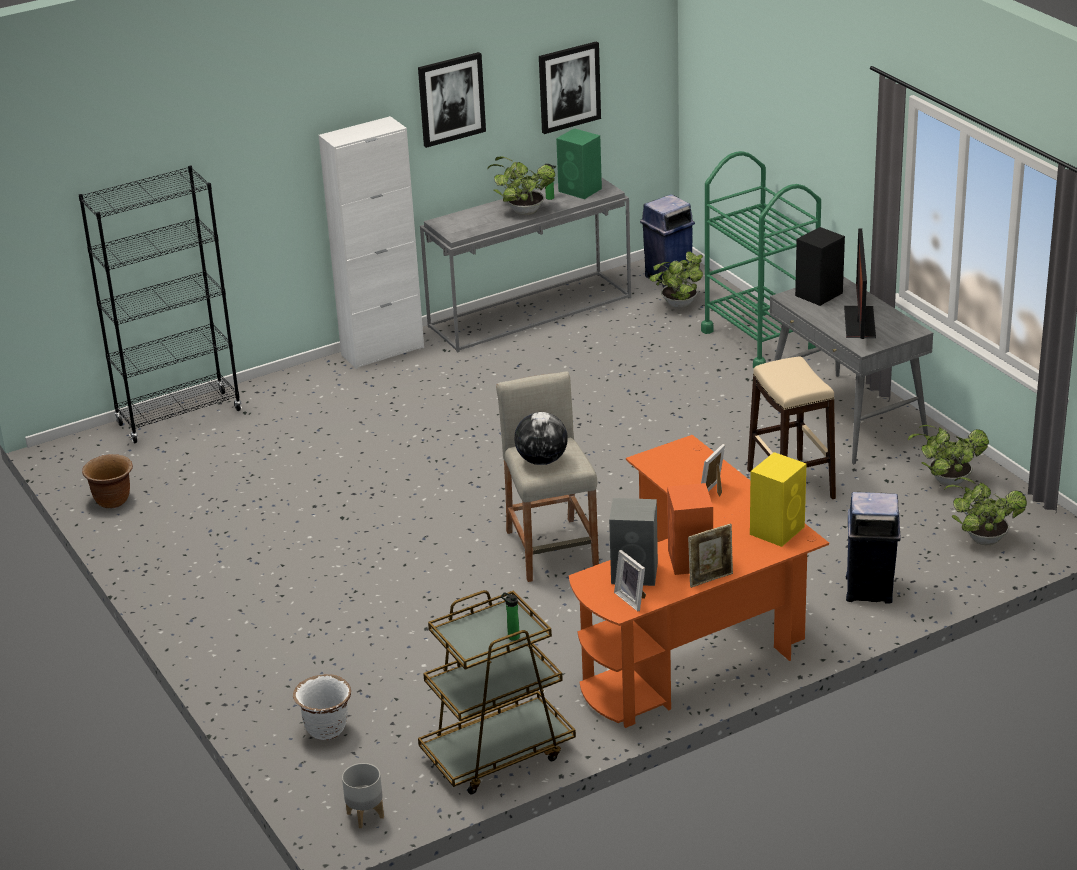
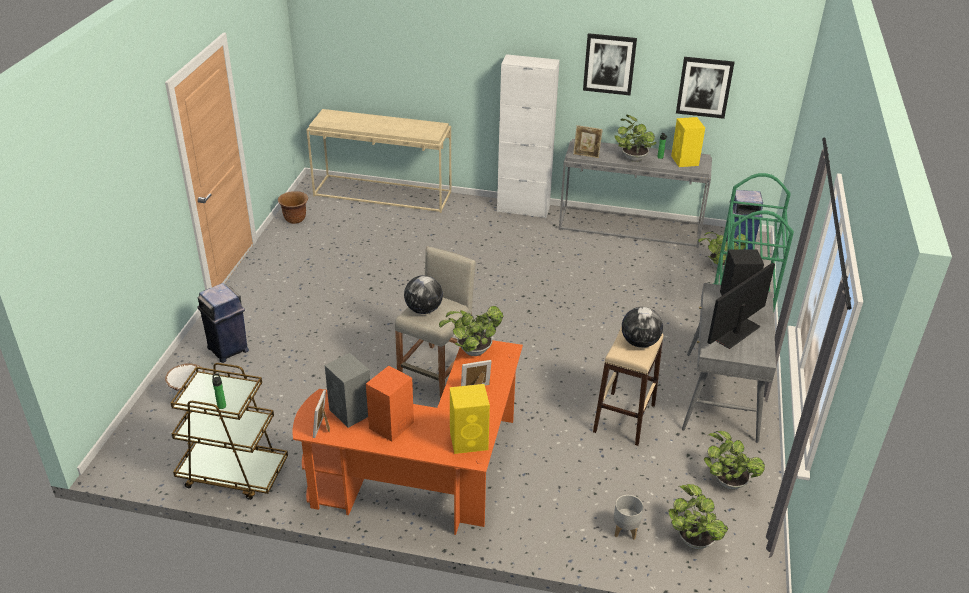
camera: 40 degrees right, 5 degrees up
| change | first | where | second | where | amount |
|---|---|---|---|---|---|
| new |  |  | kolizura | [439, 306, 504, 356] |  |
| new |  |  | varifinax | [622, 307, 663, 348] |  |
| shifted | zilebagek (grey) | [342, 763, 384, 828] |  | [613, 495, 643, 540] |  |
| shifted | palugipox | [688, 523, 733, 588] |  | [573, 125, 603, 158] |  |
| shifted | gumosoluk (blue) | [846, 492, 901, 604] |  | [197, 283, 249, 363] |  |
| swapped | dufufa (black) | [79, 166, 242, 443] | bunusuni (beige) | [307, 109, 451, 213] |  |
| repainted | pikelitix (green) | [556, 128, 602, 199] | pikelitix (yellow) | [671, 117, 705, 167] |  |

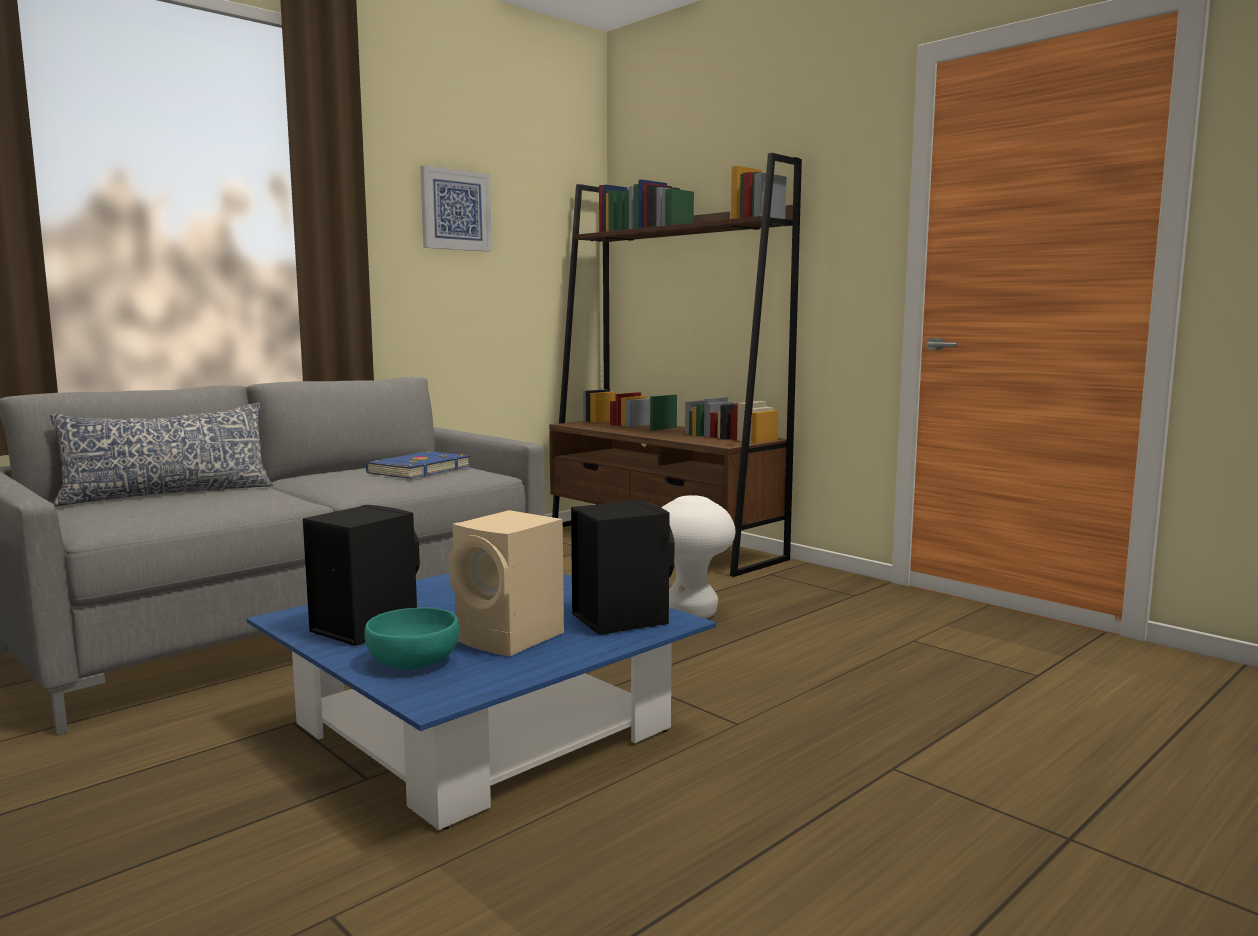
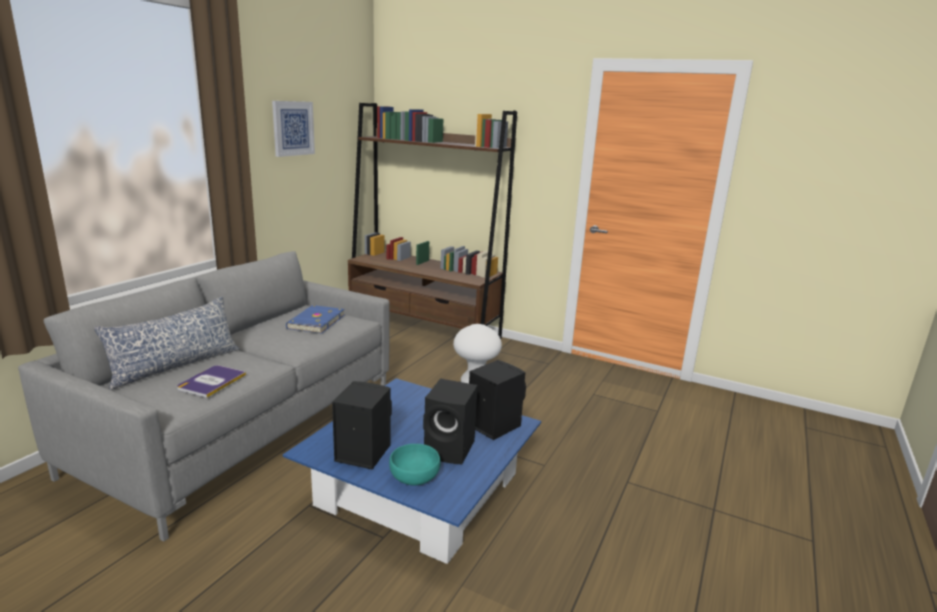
camera: 20 degrees left, 10 degrees up
| change | first | where | second | where | amount |
|---|---|---|---|---|---|
| new |  |  | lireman | [177, 365, 246, 398] |  |
| repainted | pikelitix (beige) | [449, 510, 564, 656] | pikelitix (black) | [423, 378, 478, 464] |  |

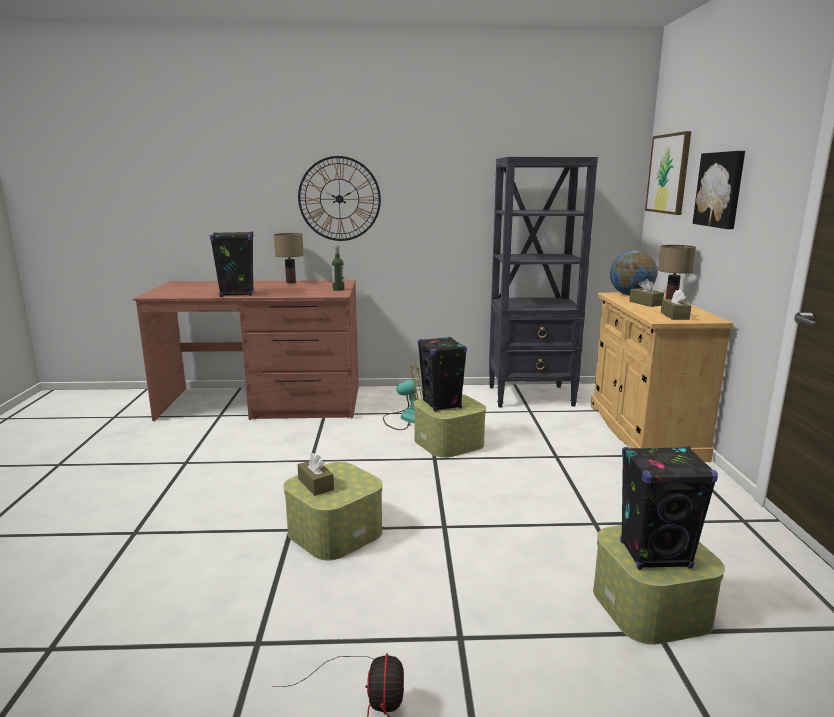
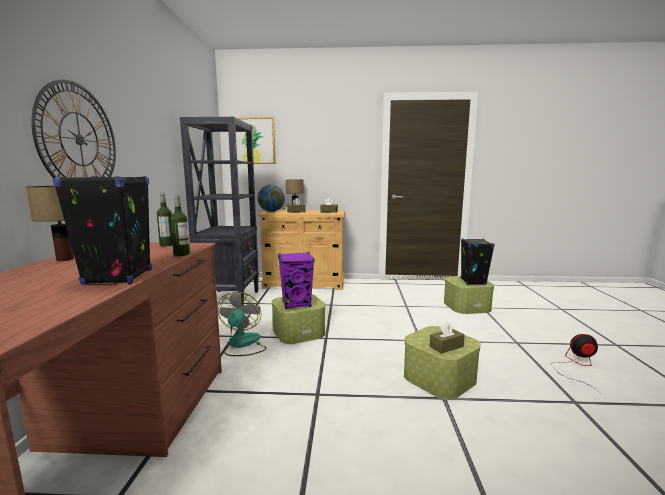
camera: 85 degrees left, 5 degrees down
| change | first | where | second | where | amount |
|---|---|---|---|---|---|
| gone | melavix | [693, 151, 745, 229] |  |  |  |
| new |  |  | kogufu | [170, 195, 190, 256] |  |
| repainted | pikelitix (black) | [418, 337, 467, 411] | pikelitix (purple) | [278, 252, 315, 309] |  |

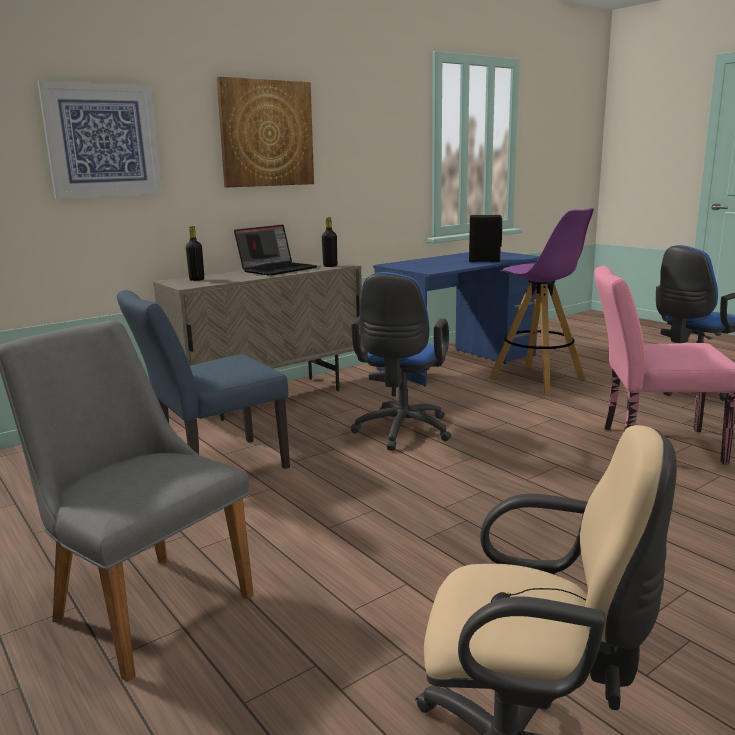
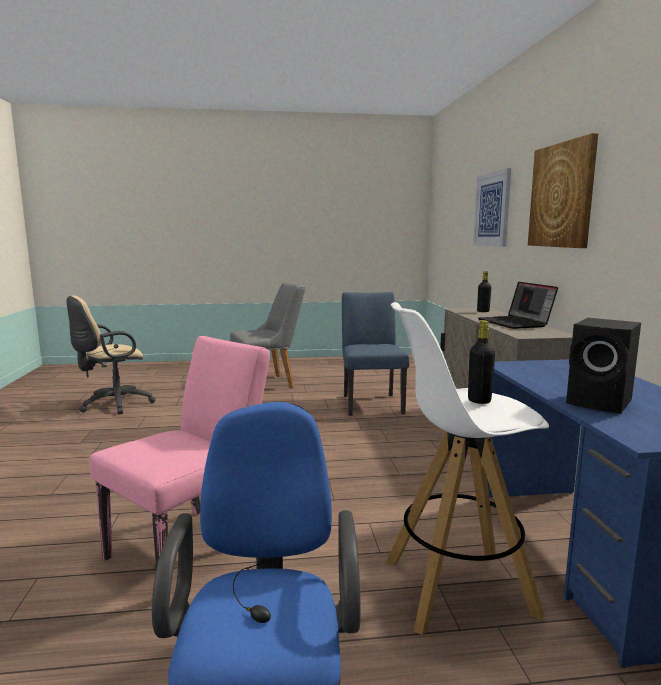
camera: 120 degrees right, 5 degrees down
| change | first | where | second | where | amount |
|---|---|---|---|---|---|
| gone | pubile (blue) | [351, 272, 452, 451] |  |  |  |
| shifted | kogufu (black) | [322, 217, 337, 267] |  | [468, 320, 495, 404] |  |
| repainted | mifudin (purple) | [490, 208, 594, 394] | mifudin (white) | [385, 302, 549, 635] |  |

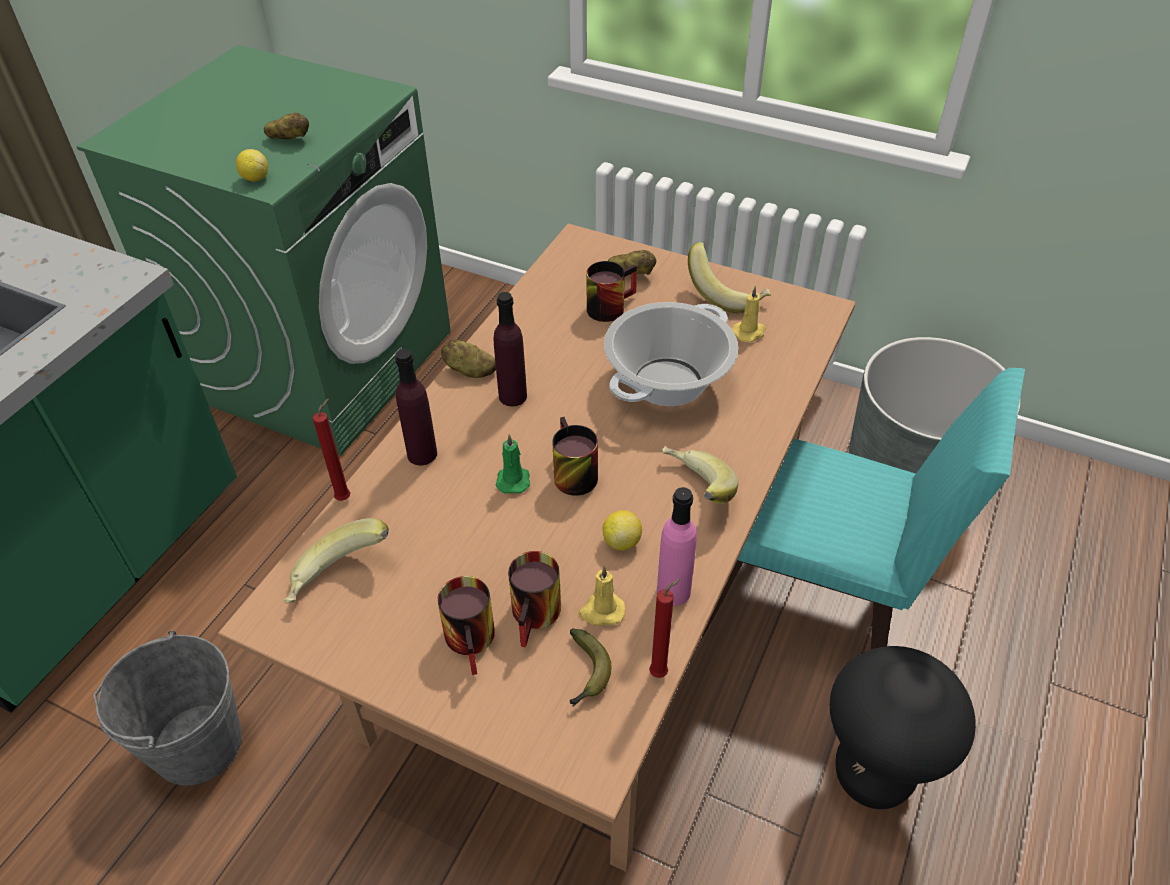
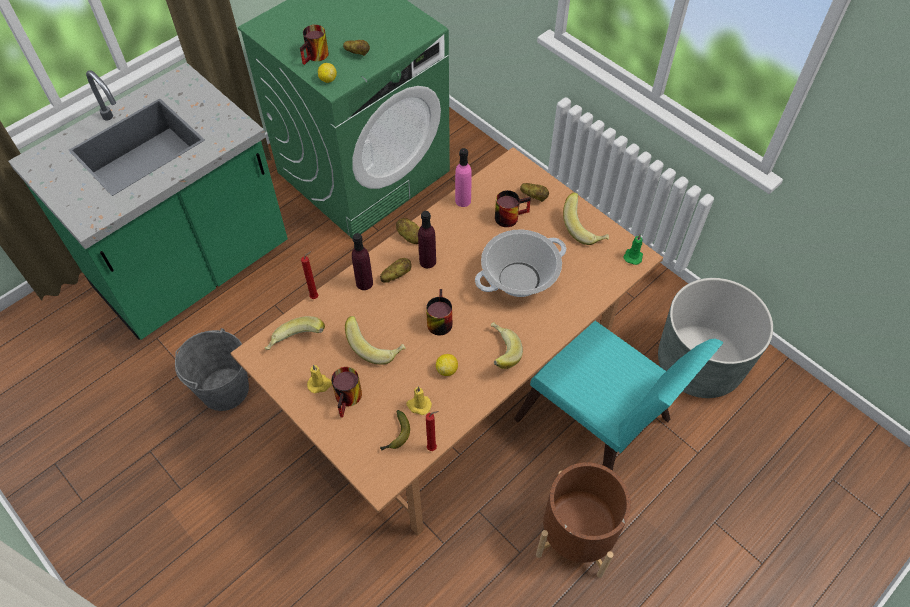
camera: 20 degrees right, 10 degrees up
| change | first | where | second | where | amount |
|---|---|---|---|---|---|
| new |  |  | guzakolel | [345, 316, 406, 365] |  |
| new |  |  | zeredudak | [380, 258, 412, 283] |  |
| shifted | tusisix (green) | [496, 434, 530, 493] |  | [623, 235, 643, 265] |  |
| shifted | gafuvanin | [508, 551, 561, 648] |  | [300, 25, 329, 65] |  |
| shifted | kogufu (pink) | [657, 487, 697, 606] |  | [455, 148, 472, 207] |  |
| shifted | tusisix (yellow) | [732, 286, 766, 342] |  | [307, 365, 332, 393] |  |
| swapped | mifudin (black) | [830, 646, 976, 809] | zilebagek (brown) | [536, 462, 631, 578] |  |

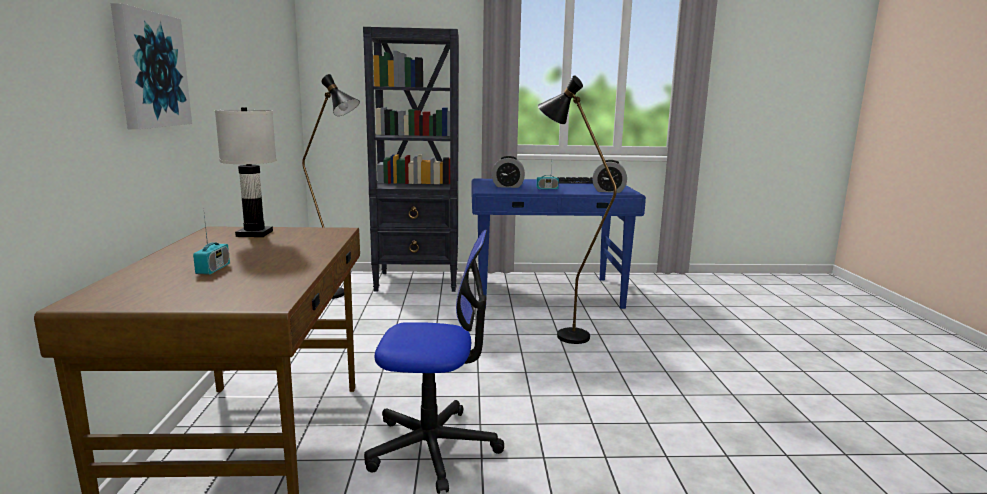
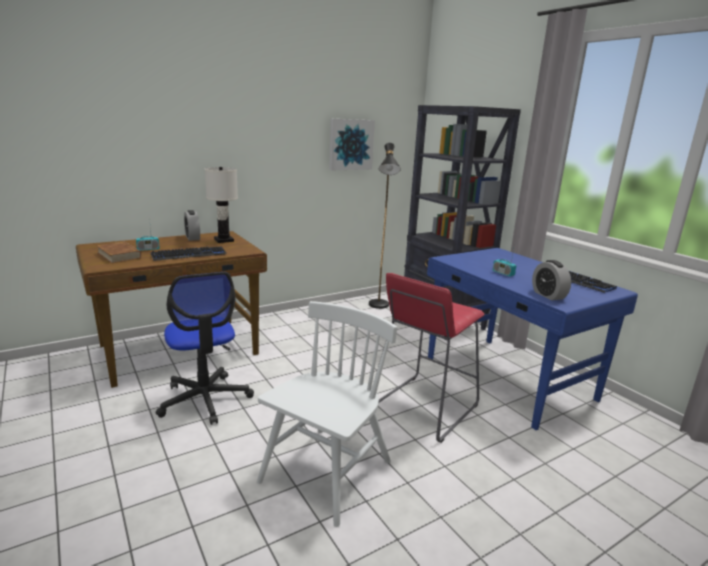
camera: 60 degrees right, 5 degrees up
| change | first | where | second | where | amount |
|---|---|---|---|---|---|
| new |  |  | lireman (brown) | [96, 242, 141, 263] |  |
| new |  |  | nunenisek | [151, 246, 227, 261] |  |
| new |  |  | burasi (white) | [257, 301, 397, 527] |  |
| shifted | melavix | [111, 3, 192, 129] |  | [329, 119, 375, 170] |  |
| shifted | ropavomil | [492, 156, 525, 188] |  | [184, 210, 200, 241] |  |
| swapped | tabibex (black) | [538, 75, 617, 344] | mifudin (red) | [375, 273, 484, 443] |  |

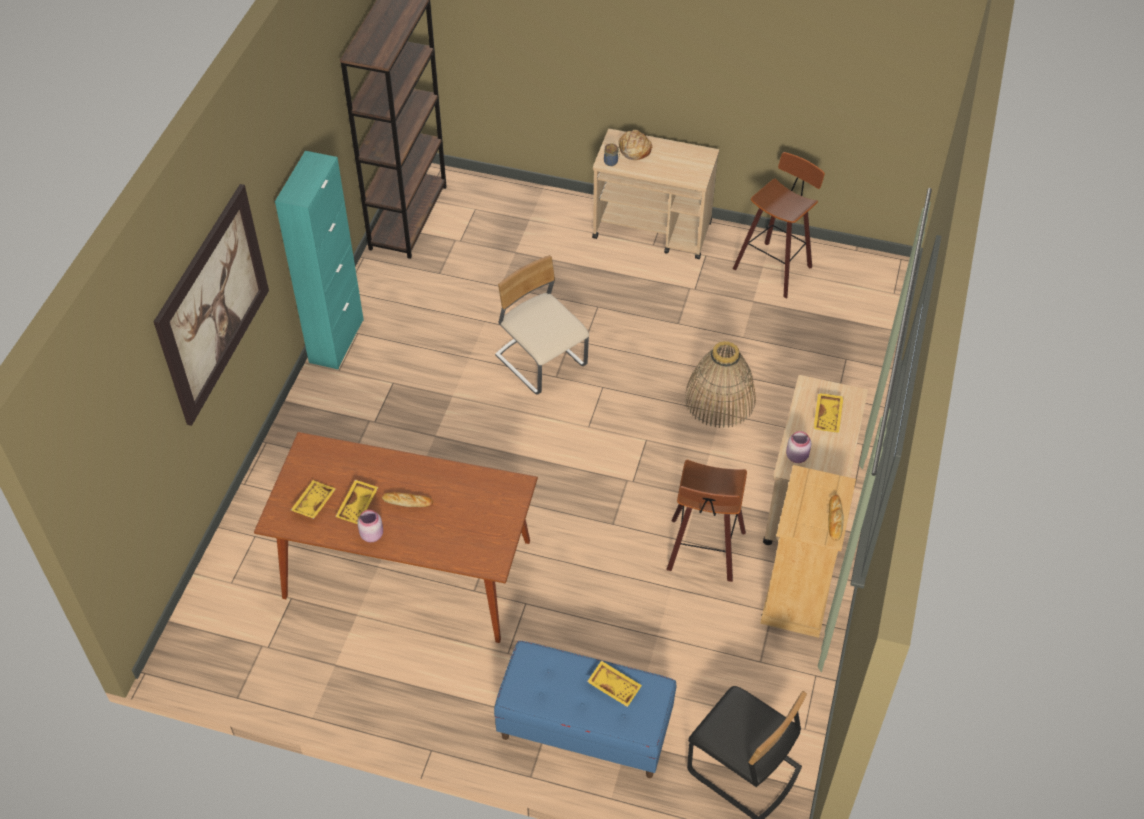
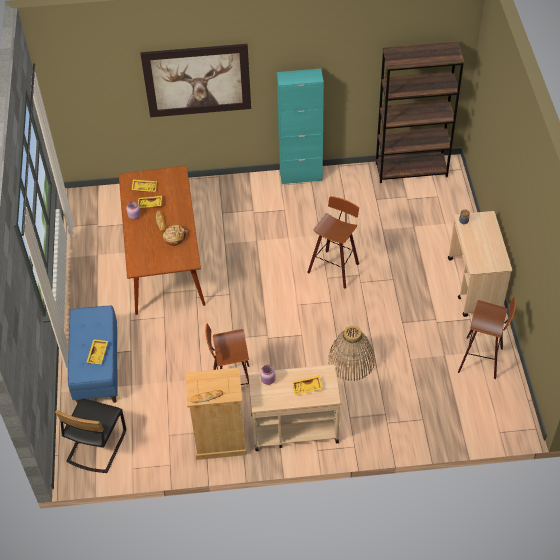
camera: 70 degrees right, 0 degrees up
| change | first | where | second | where | amount |
|---|---|---|---|---|---|
| shifted | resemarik | [619, 130, 652, 160] |  | [163, 225, 188, 246] |  |
| swapped | burasi (beige) | [495, 255, 589, 395] | mifudin | [307, 196, 359, 289] |  |

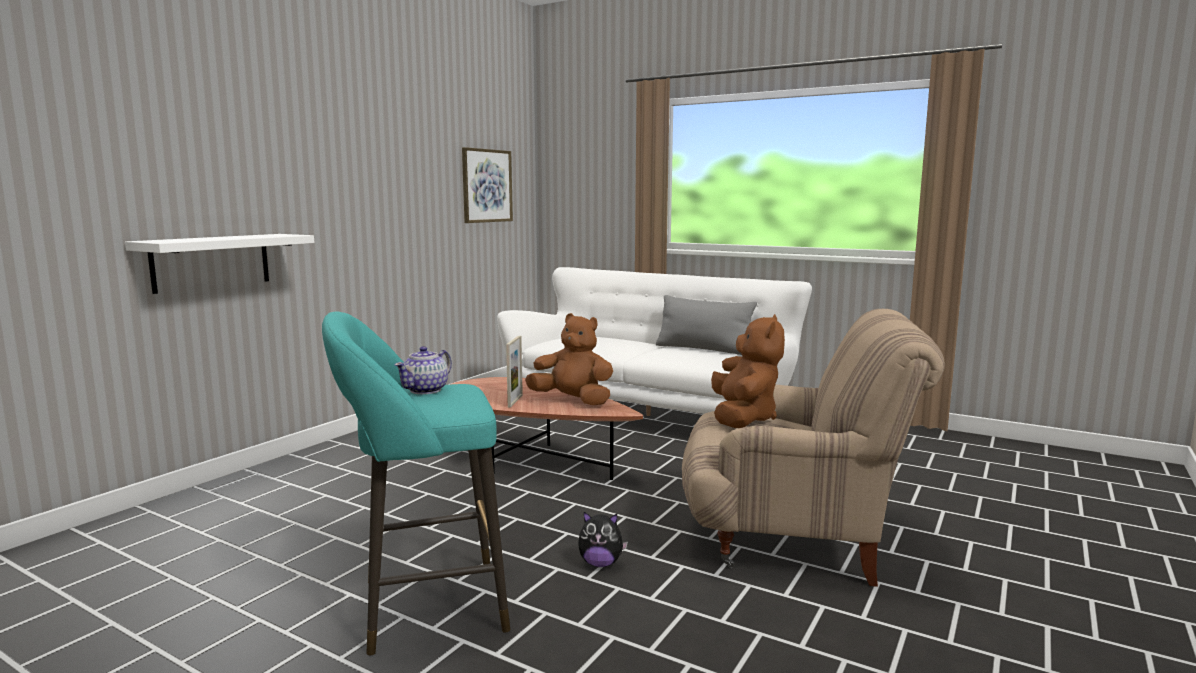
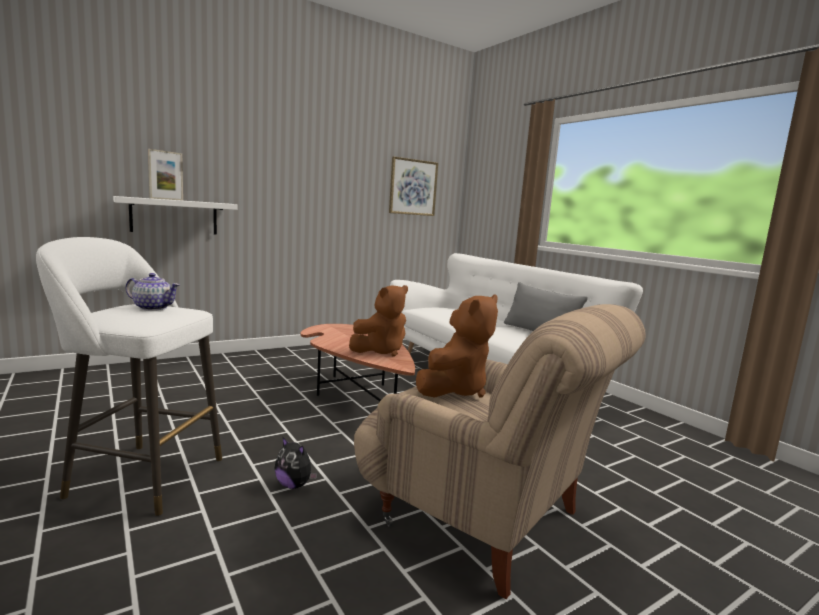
camera: 25 degrees right, 0 degrees up
| change | first | where | second | where | amount |
|---|---|---|---|---|---|
| shifted | palugipox | [506, 335, 523, 408] |  | [148, 149, 183, 200] |  |
| repainted | mifudin (turquoise) | [322, 312, 510, 655] | mifudin (white) | [36, 237, 222, 516] |  |
| rotated | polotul | [395, 346, 452, 394] |  | [125, 273, 180, 311] | 135 degrees counterclockwise |
| rotated | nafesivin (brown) | [525, 313, 613, 405] |  | [349, 285, 408, 357] | 90 degrees clockwise |

